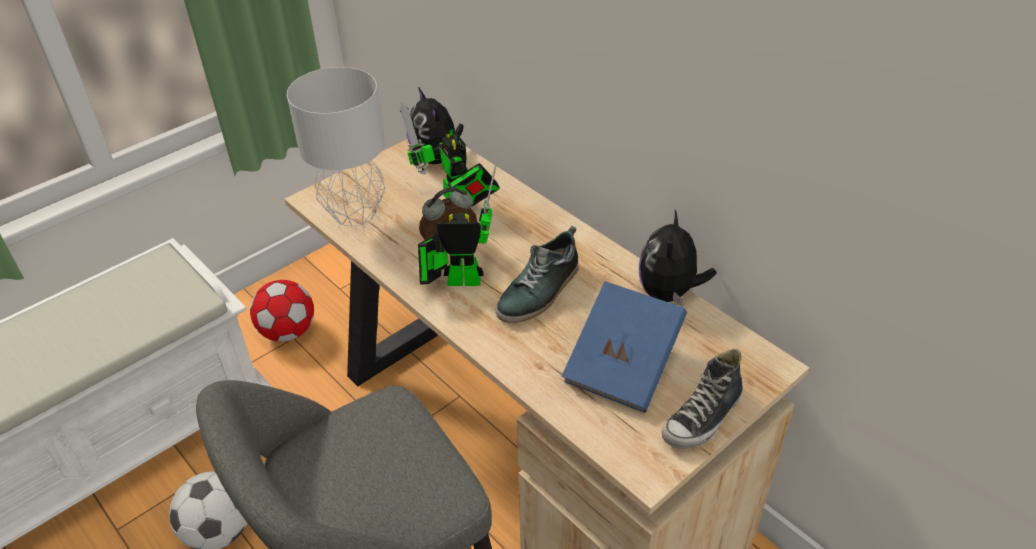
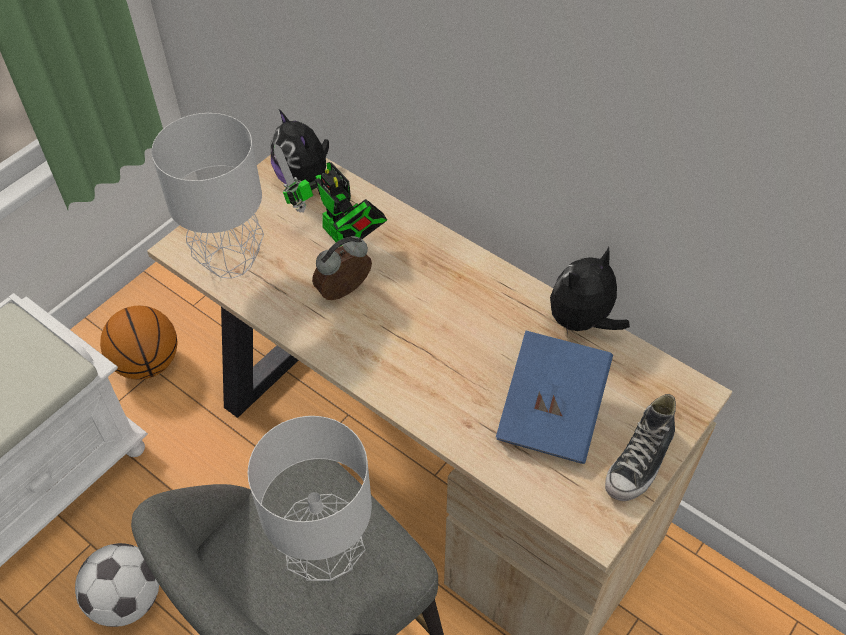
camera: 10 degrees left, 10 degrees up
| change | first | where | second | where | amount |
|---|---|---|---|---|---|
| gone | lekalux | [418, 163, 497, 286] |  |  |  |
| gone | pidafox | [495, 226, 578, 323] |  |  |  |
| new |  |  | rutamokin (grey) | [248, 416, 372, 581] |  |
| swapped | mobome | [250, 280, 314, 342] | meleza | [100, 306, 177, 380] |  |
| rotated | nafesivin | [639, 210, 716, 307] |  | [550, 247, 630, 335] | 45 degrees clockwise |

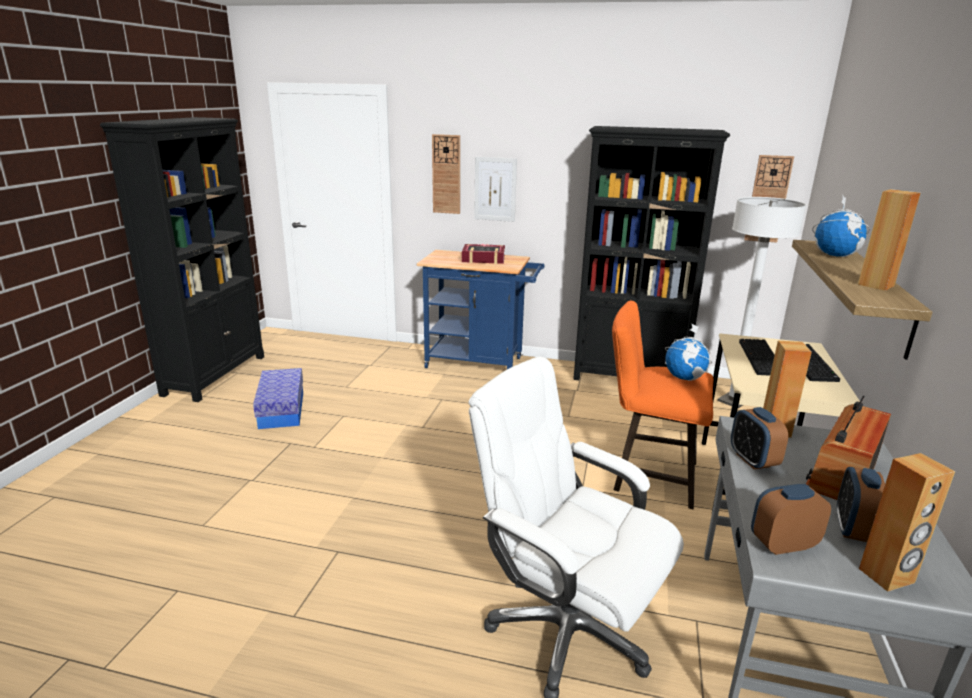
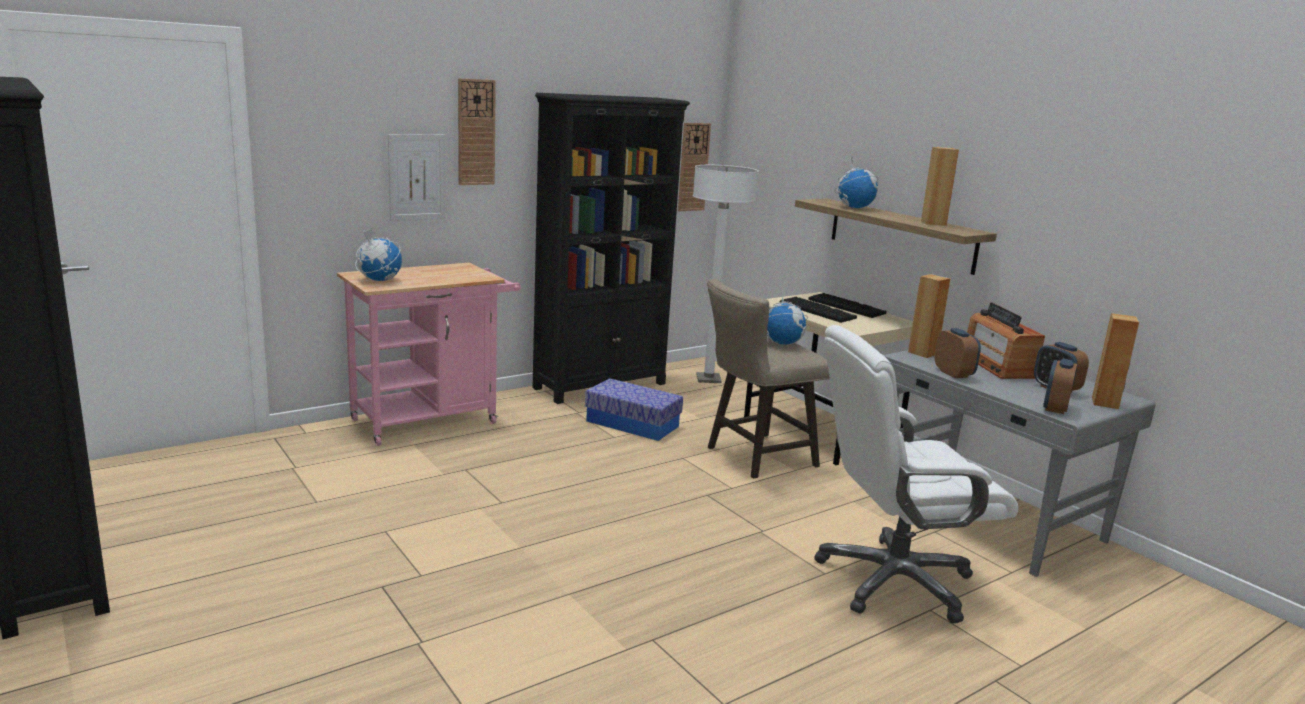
camera: 50 degrees left, 5 degrees down
| change | first | where | second | where | amount |
|---|---|---|---|---|---|
| gone | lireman | [462, 244, 505, 264] |  |  |  |
| new |  |  | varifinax | [355, 228, 402, 281] |  |
| shifted | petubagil | [253, 368, 303, 429] |  | [585, 378, 683, 441] |  |
| shifted | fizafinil | [432, 134, 460, 214] |  | [458, 78, 496, 185] |  |
| repainted | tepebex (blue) | [417, 250, 544, 369] | tepebex (pink) | [337, 263, 521, 446] |  |
| repainted | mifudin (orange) | [612, 301, 714, 509] | mifudin (beige) | [707, 279, 830, 479] |  |
| rotated | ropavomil | [731, 407, 788, 469] |  | [935, 328, 981, 378] | 135 degrees counterclockwise |

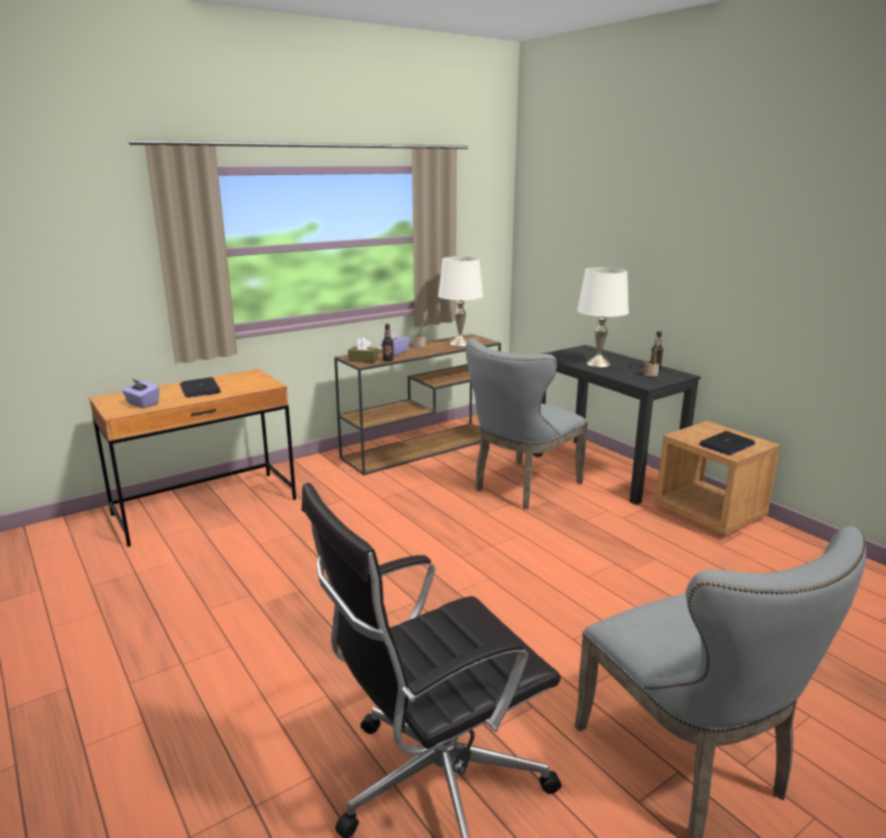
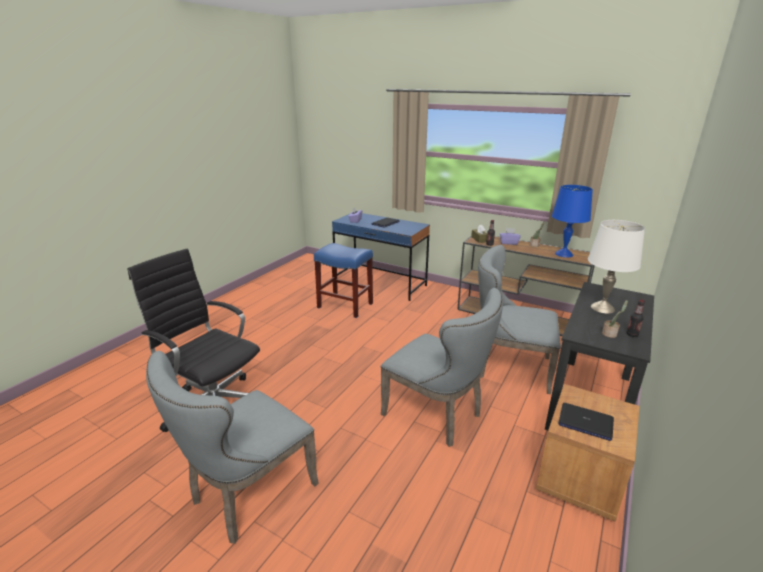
camera: 65 degrees right, 5 degrees up
| change | first | where | second | where | amount |
|---|---|---|---|---|---|
| new |  |  | mifudin (blue) | [314, 243, 373, 318] |  |
| new |  |  | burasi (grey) | [381, 288, 503, 447] |  |
| repainted | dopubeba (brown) | [89, 369, 296, 547] | dopubeba (blue) | [332, 213, 430, 301] |  |
| repainted | rutamokin (white) | [438, 256, 483, 346] | rutamokin (blue) | [552, 185, 593, 258] |  |

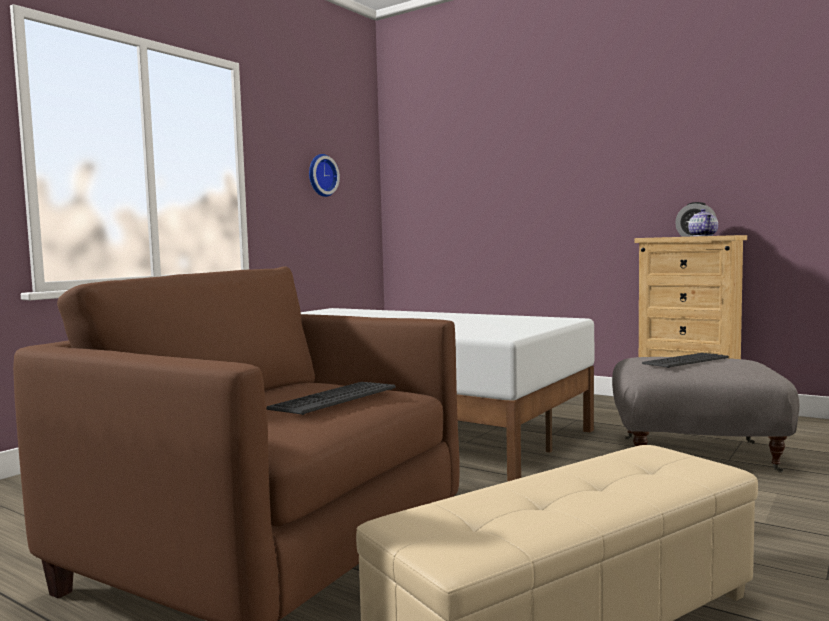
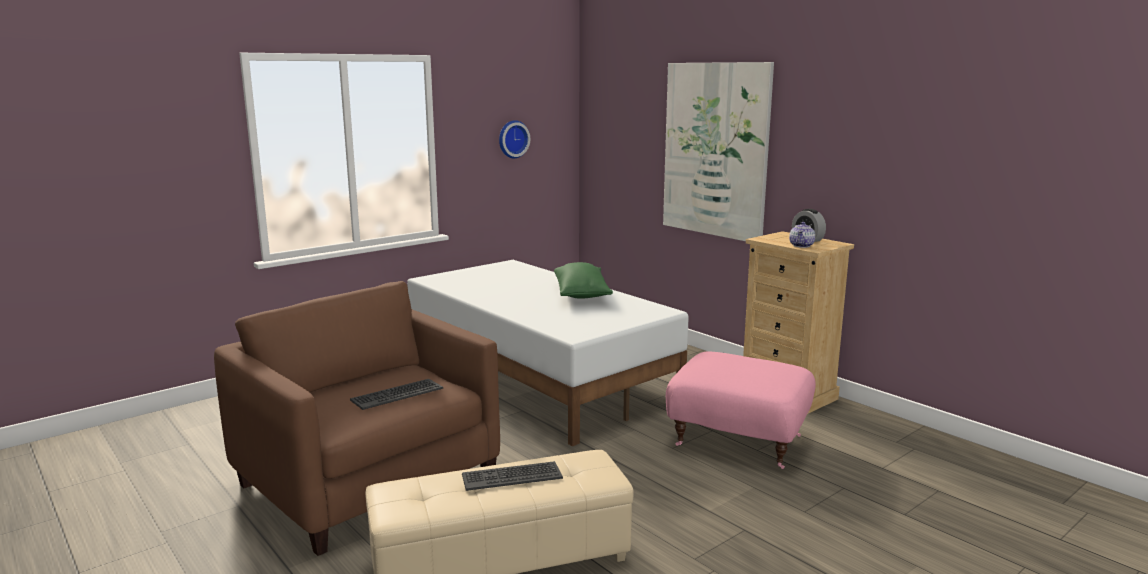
camera: 15 degrees right, 10 degrees up
| change | first | where | second | where | amount |
|---|---|---|---|---|---|
| new |  |  | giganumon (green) | [554, 262, 613, 299] |  |
| new |  |  | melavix | [663, 62, 774, 241] |  |
| shifted | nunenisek | [642, 353, 729, 368] |  | [462, 461, 563, 491] |  |
| repainted | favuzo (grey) | [612, 357, 800, 473] | favuzo (pink) | [666, 352, 816, 469] |  |

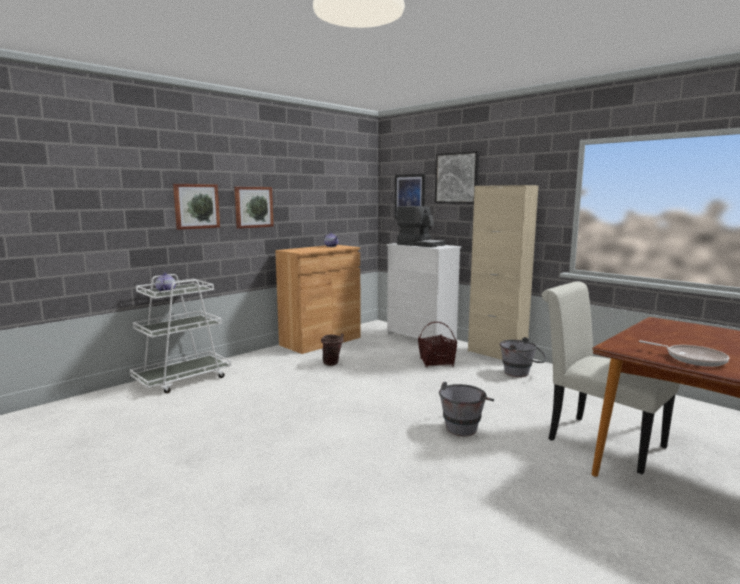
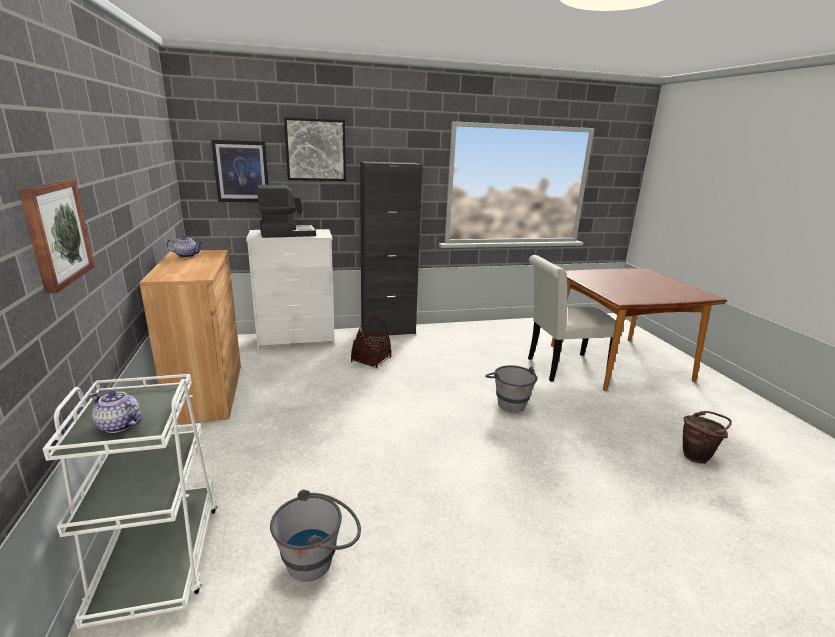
camera: 60 degrees left, 10 degrees up
| change | first | where | second | where | amount |
|---|---|---|---|---|---|
| gone | melavix | [234, 187, 274, 229] |  |  |  |
| gone | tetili | [639, 340, 729, 367] |  |  |  |
| shifted | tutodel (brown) | [321, 333, 344, 366] |  | [683, 411, 732, 464] |  |
| shifted | tutodel (grey) | [500, 337, 547, 377] |  | [270, 489, 361, 582] |  |
| repainted | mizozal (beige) | [468, 185, 538, 360] | mizozal (black) | [360, 161, 423, 337] |  |

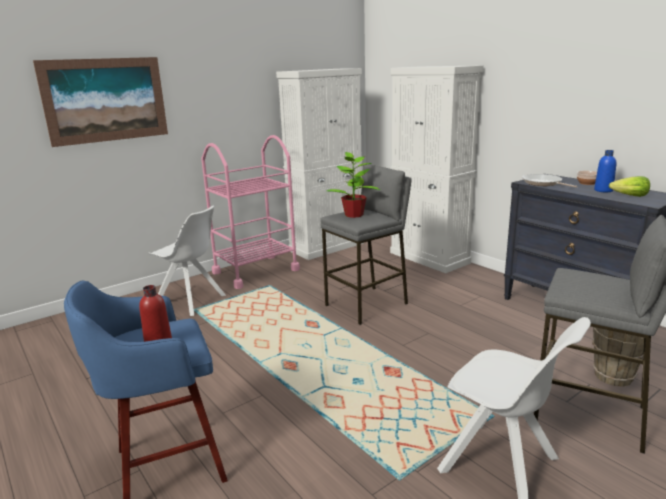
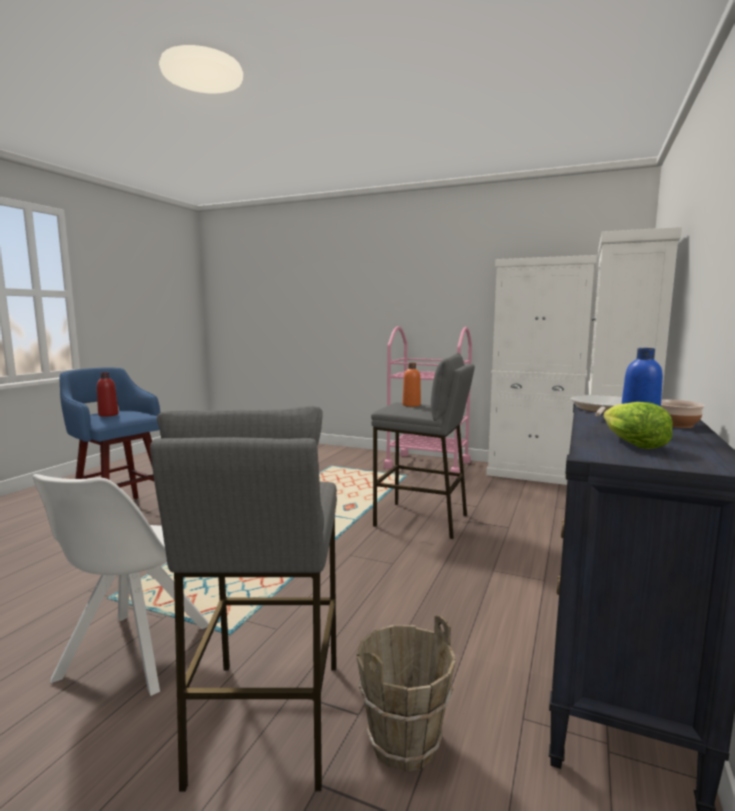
camera: 60 degrees right, 10 degrees down
| change | first | where | second | where | amount |
|---|---|---|---|---|---|
| gone | melavix | [33, 57, 168, 147] |  |  |  |
| gone | burasi (white) | [148, 206, 226, 316] |  |  |  |
| swapped | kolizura | [327, 152, 380, 218] | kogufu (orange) | [403, 363, 421, 407] |  |

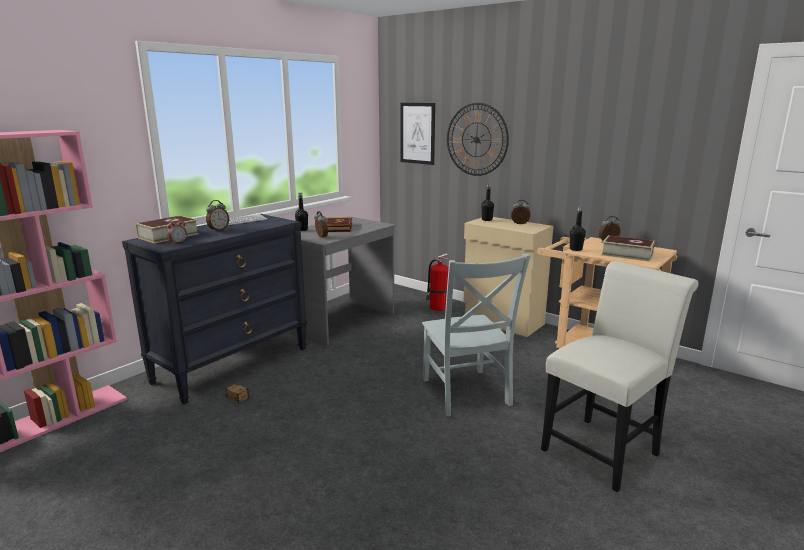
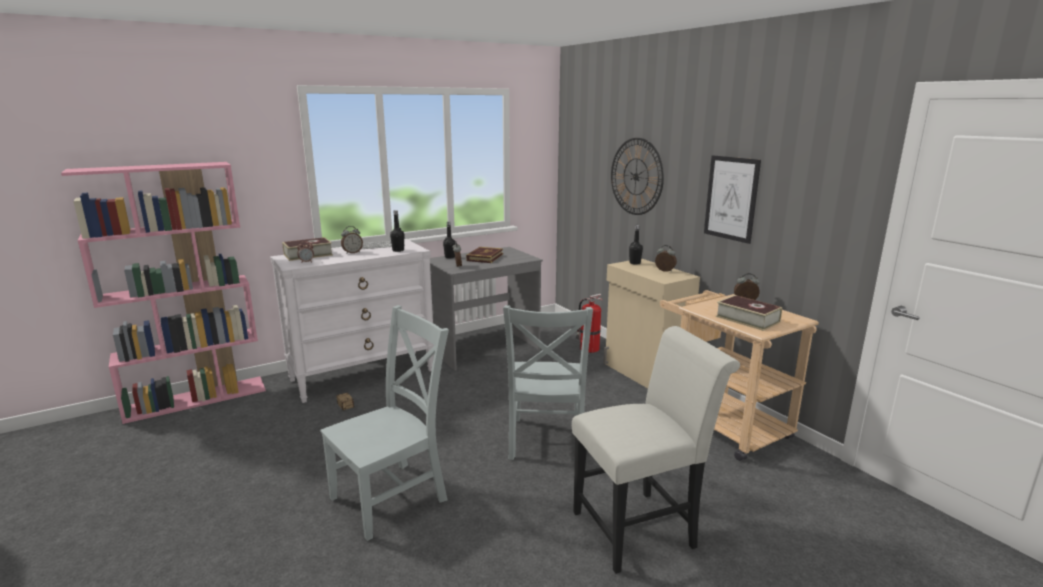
camera: 20 degrees right, 0 degrees up
| change | first | where | second | where | amount |
|---|---|---|---|---|---|
| new |  |  | burasi (grey) | [320, 305, 449, 541] |  |
| shifted | melavix | [400, 103, 435, 165] |  | [704, 155, 761, 244] |  |
| shifted | kogufu (black) | [570, 206, 586, 251] |  | [390, 210, 404, 252] |  |
| repainted | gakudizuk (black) | [122, 214, 307, 404] | gakudizuk (white) | [270, 239, 434, 403] |  |

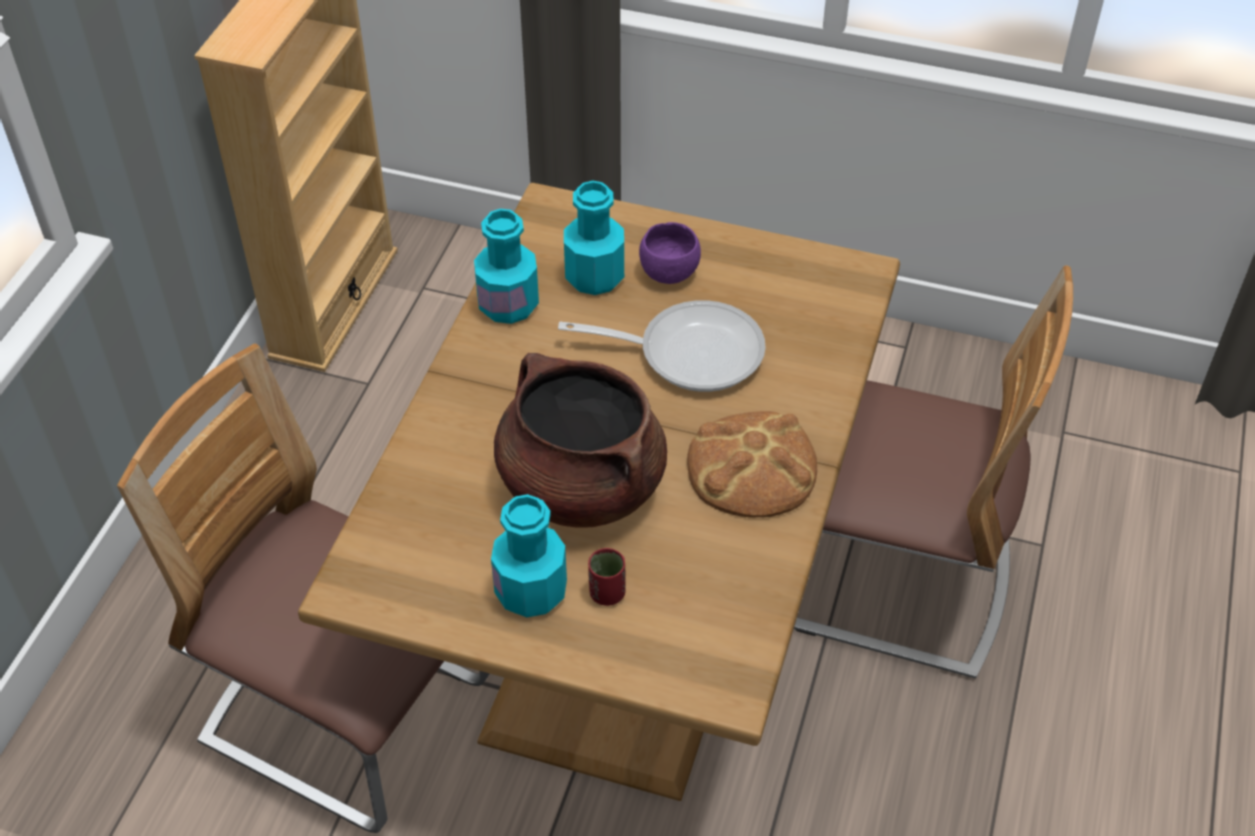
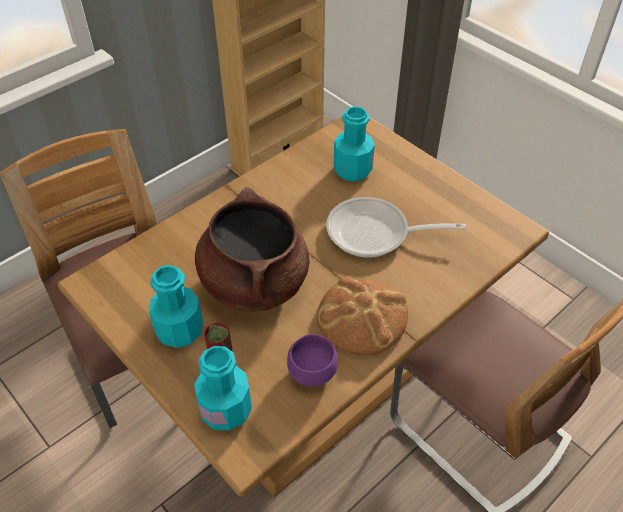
camera: 30 degrees right, 0 degrees up
| change | first | where | second | where | amount |
|---|---|---|---|---|---|
| shifted | kogufu (turquoise) | [474, 209, 539, 324] |  | [194, 346, 252, 430] |  |
| shifted | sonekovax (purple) | [639, 222, 701, 284] |  | [287, 334, 338, 387] |  |
| rotated | tetili | [558, 300, 766, 392] |  | [326, 197, 466, 258] | 150 degrees clockwise |

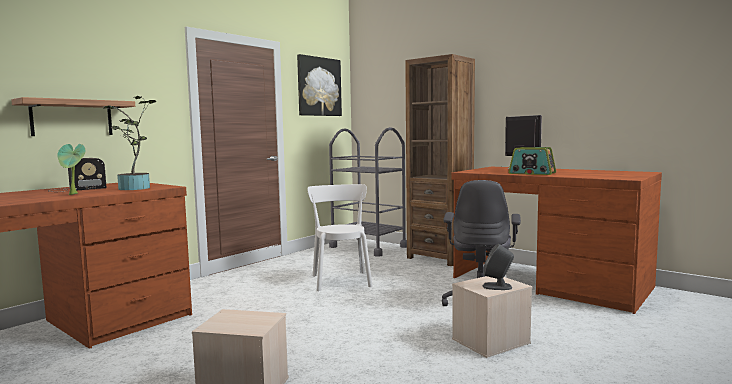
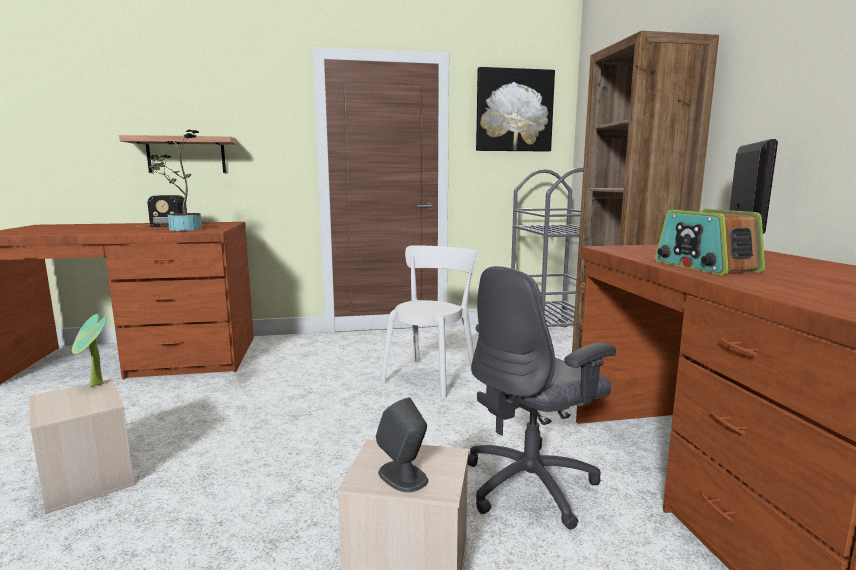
camera: 40 degrees right, 5 degrees up
| change | first | where | second | where | amount |
|---|---|---|---|---|---|
| shifted | kolizura | [57, 144, 85, 195] |  | [72, 314, 107, 387] |  |

